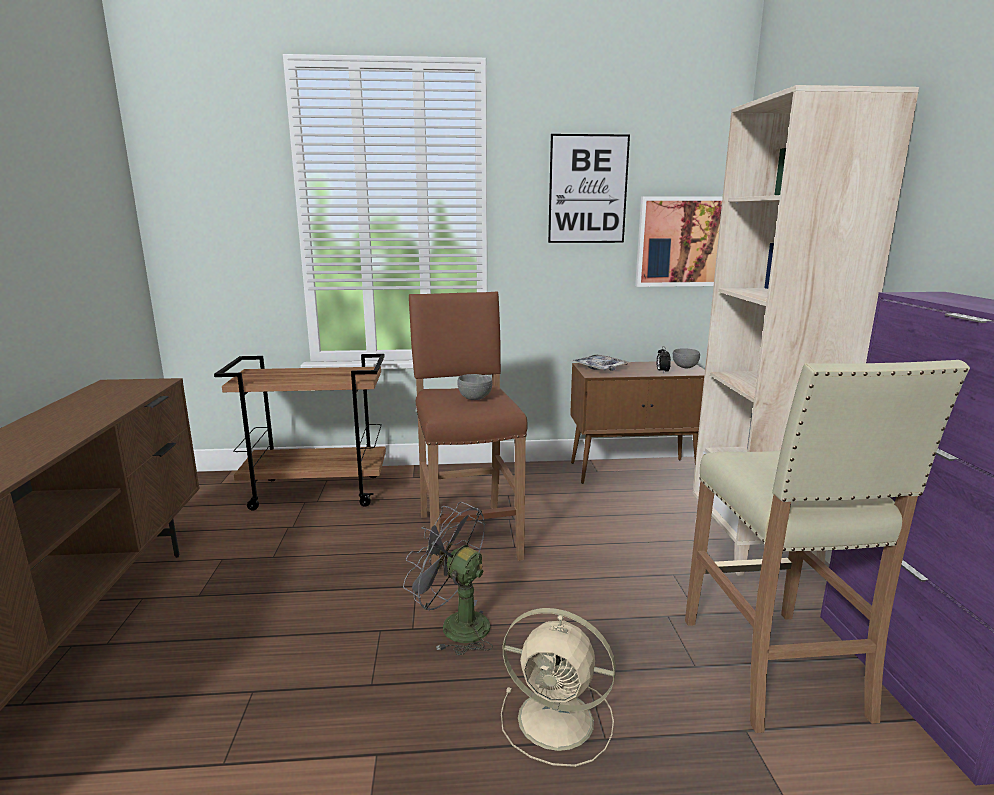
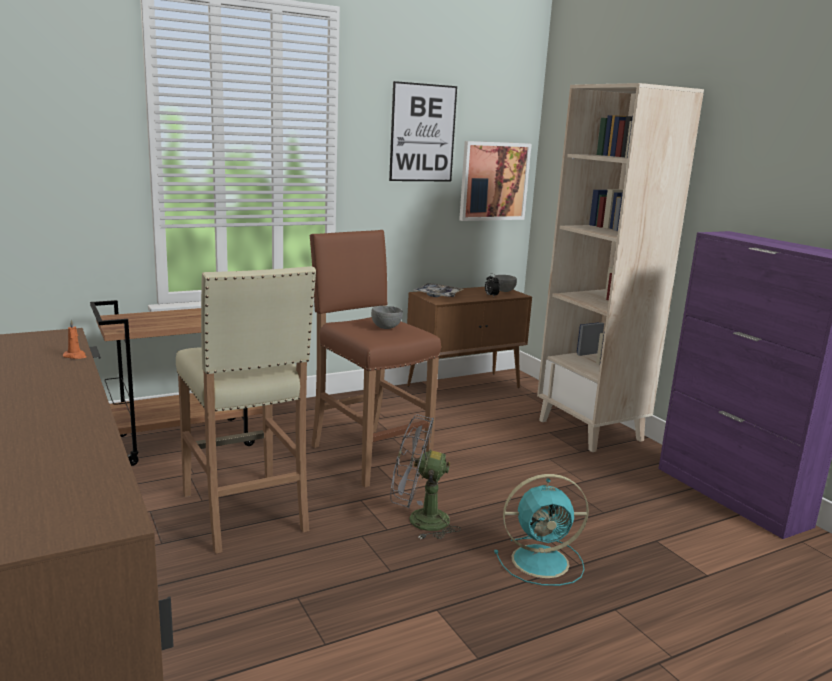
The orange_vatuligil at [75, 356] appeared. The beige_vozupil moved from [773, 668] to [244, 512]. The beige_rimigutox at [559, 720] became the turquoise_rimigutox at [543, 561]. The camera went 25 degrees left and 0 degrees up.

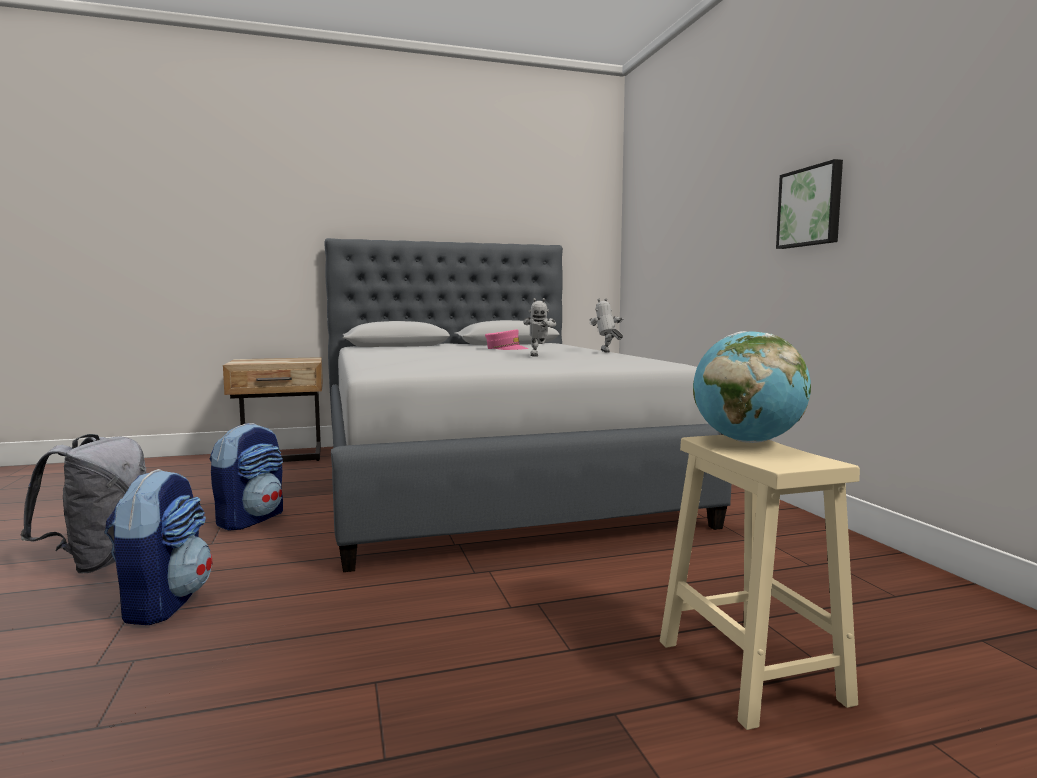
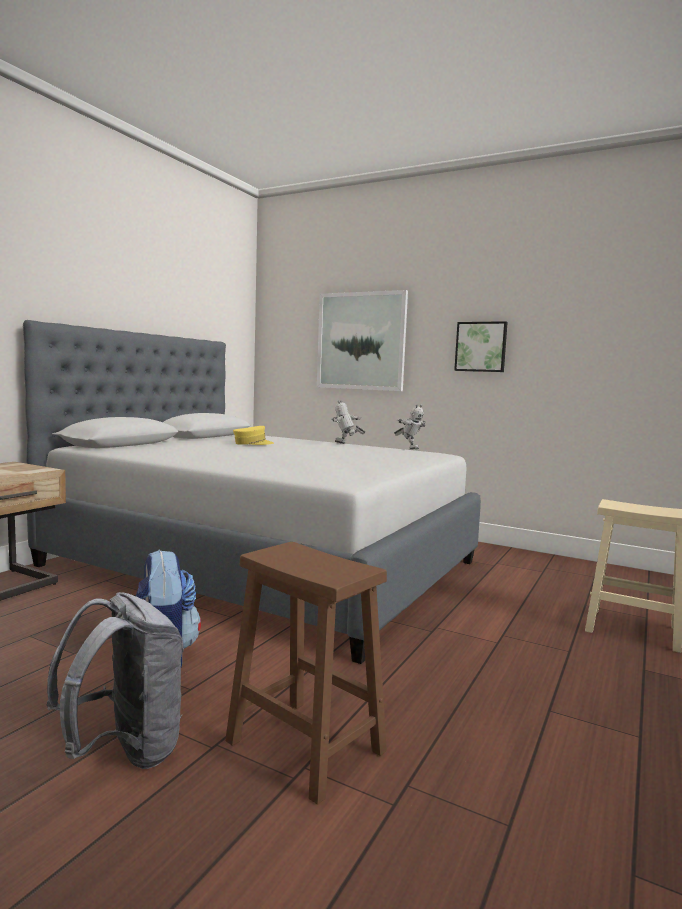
The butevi at [747, 441] disappeared. The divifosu at [361, 341] appeared. The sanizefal moved from [538, 356] to [409, 448]. The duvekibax at [163, 603] was replaced by the brown_vozupil at [303, 745]. The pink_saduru at [506, 349] became the yellow_saduru at [253, 443]. The camera went 45 degrees left and 0 degrees up.

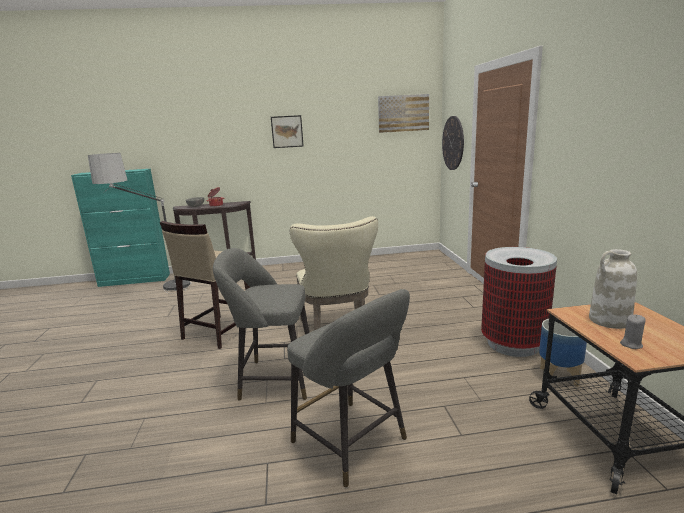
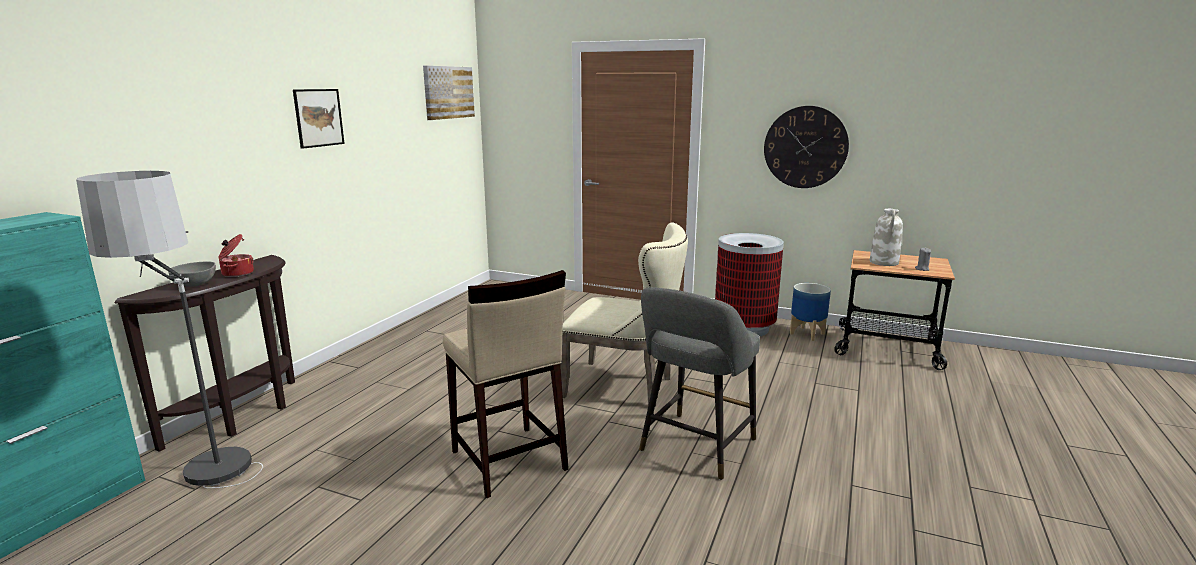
The grey_vozupil at [353, 443] disappeared. The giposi moved from [453, 143] to [805, 147]. The camera went 60 degrees left and 0 degrees up.

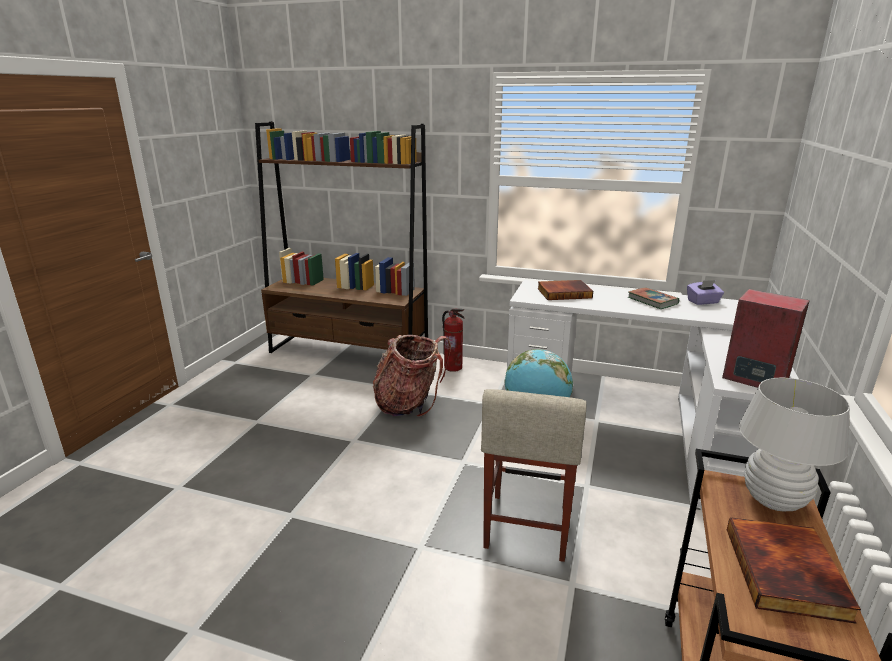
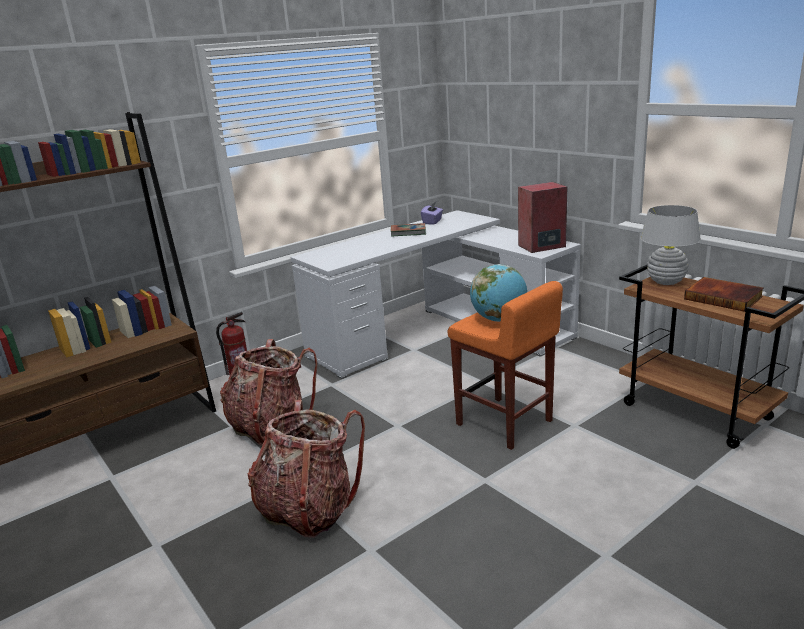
The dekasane at [564, 293] disappeared. The duvekibax at [309, 509] appeared. The beige_vozupil at [526, 527] became the orange_vozupil at [505, 423]. The camera went 55 degrees left and 0 degrees up.

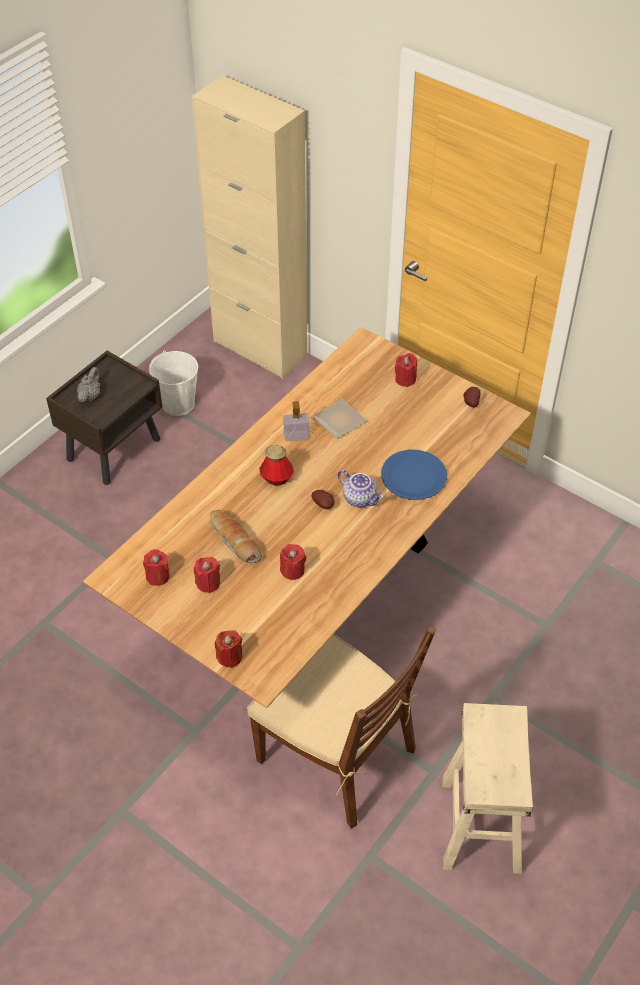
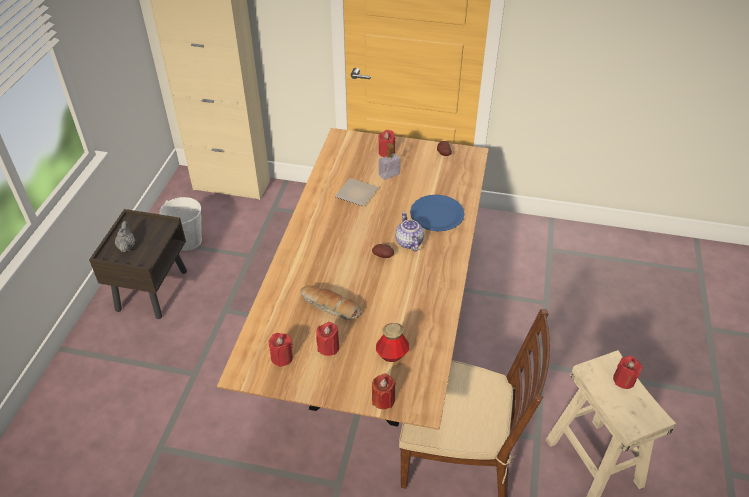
The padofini moved from [276, 478] to [392, 354]. The red_vatuligil moved from [292, 570] to [624, 380]. The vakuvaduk moved from [296, 436] to [389, 174]. The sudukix at [360, 498] turned 120 degrees counterclockwise. The camera went 25 degrees left and 5 degrees down.

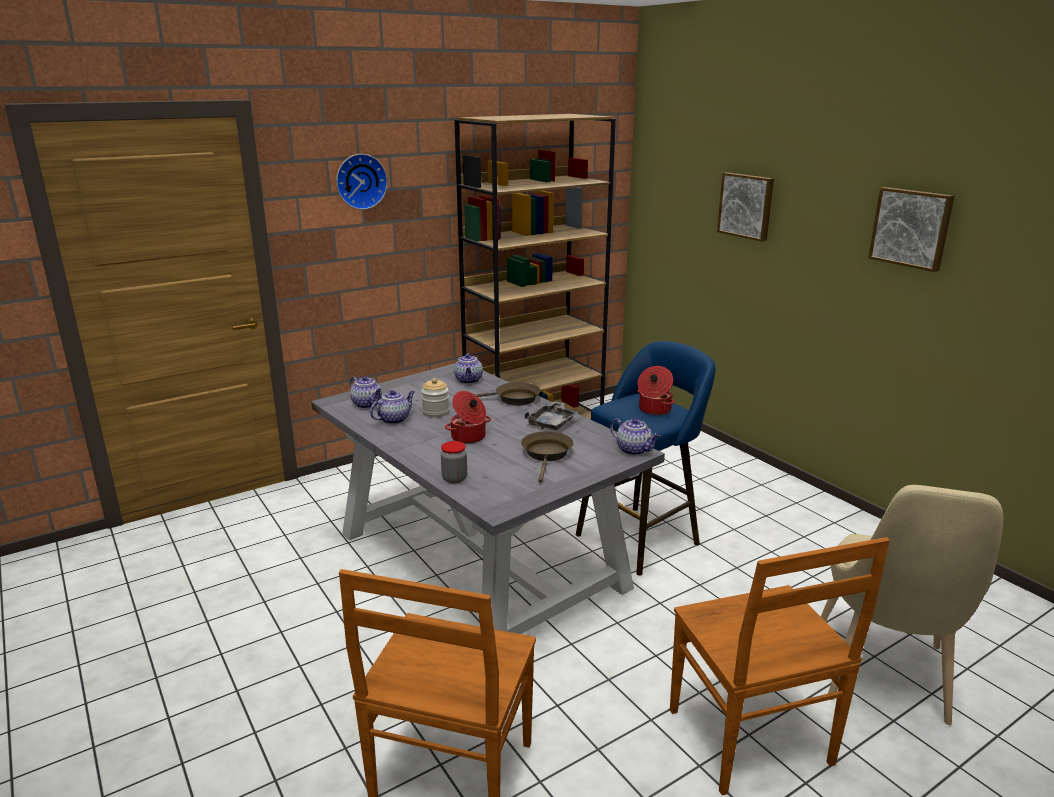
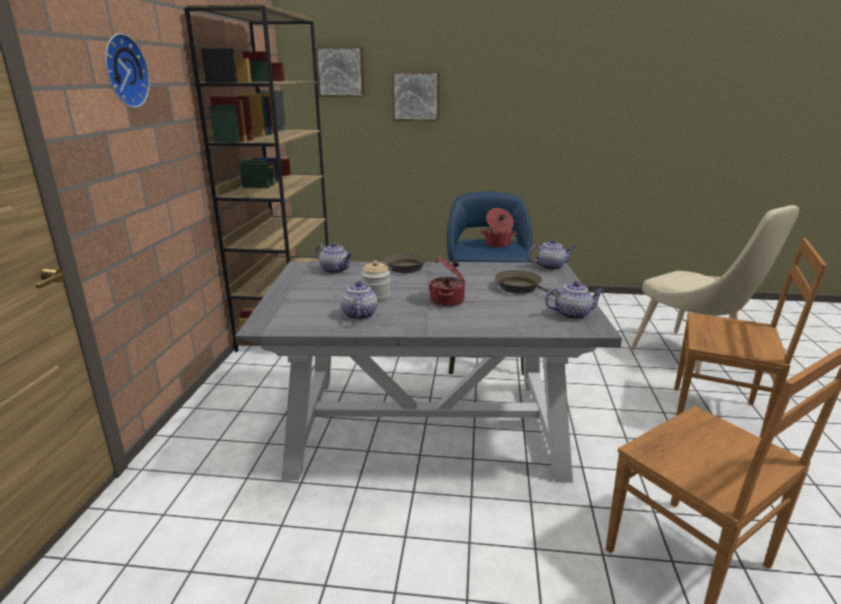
The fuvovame at [454, 479] disappeared. The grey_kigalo at [552, 423] disappeared. The sudukix moved from [367, 404] to [573, 314]. The divifosu moved from [911, 228] to [341, 72]. The camera went 50 degrees left and 0 degrees up.

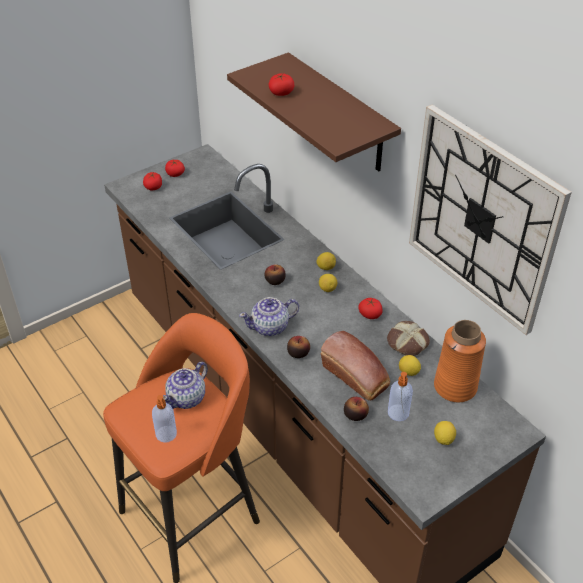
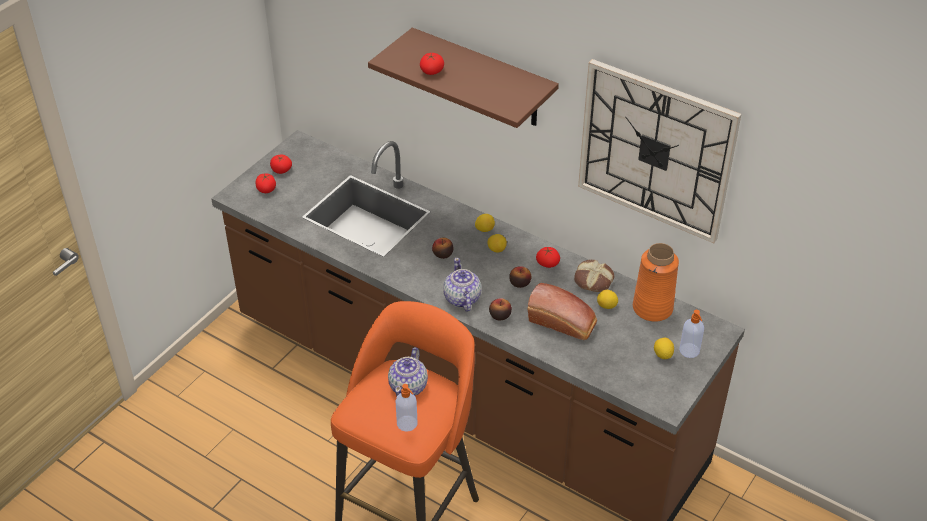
The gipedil moved from [355, 414] to [519, 283]. The vakuvaduk moved from [398, 413] to [689, 351]. The sudukix at [270, 327] turned 120 degrees clockwise. The camera went 20 degrees left and 0 degrees up.

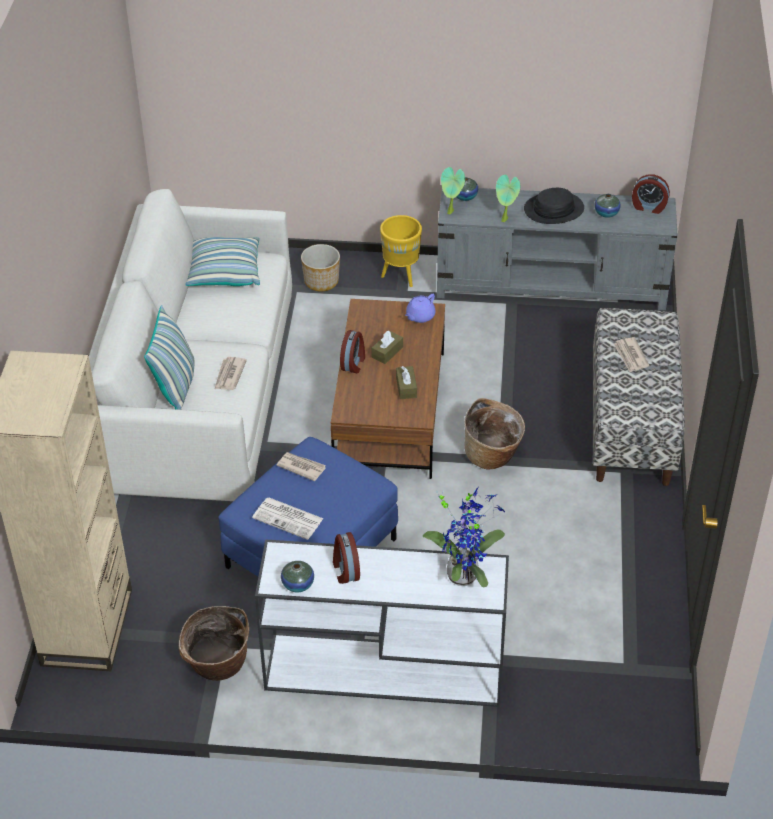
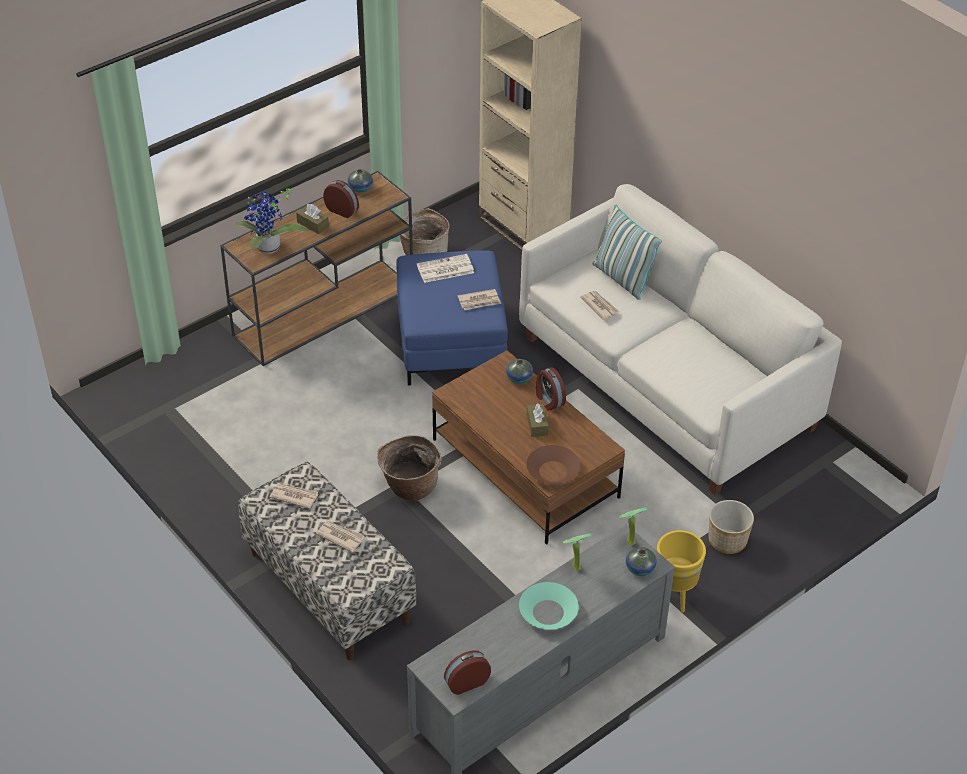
The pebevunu at [224, 272] disappeared. The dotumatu at [294, 496] appeared. The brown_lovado moved from [406, 387] to [313, 224]. The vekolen moved from [606, 213] to [519, 378]. The purple_sudukix at [420, 316] was replaced by the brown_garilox at [552, 471]. The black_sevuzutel at [554, 209] was replaced by the turquoise_garilox at [548, 612]. The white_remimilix at [381, 670] became the brown_remimilix at [325, 310]. The camera went 135 degrees right and 0 degrees up.

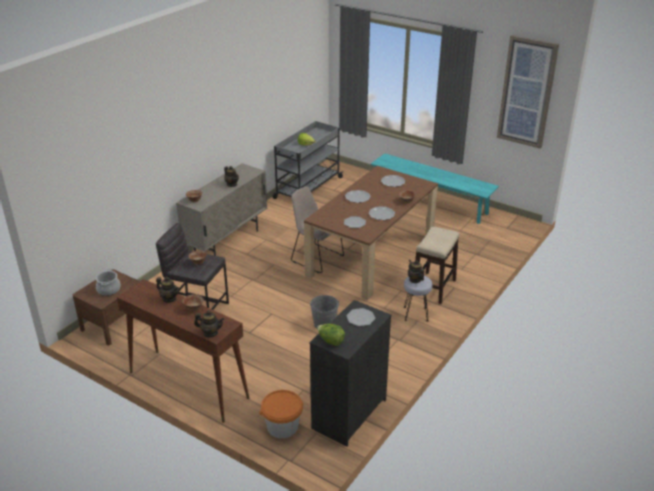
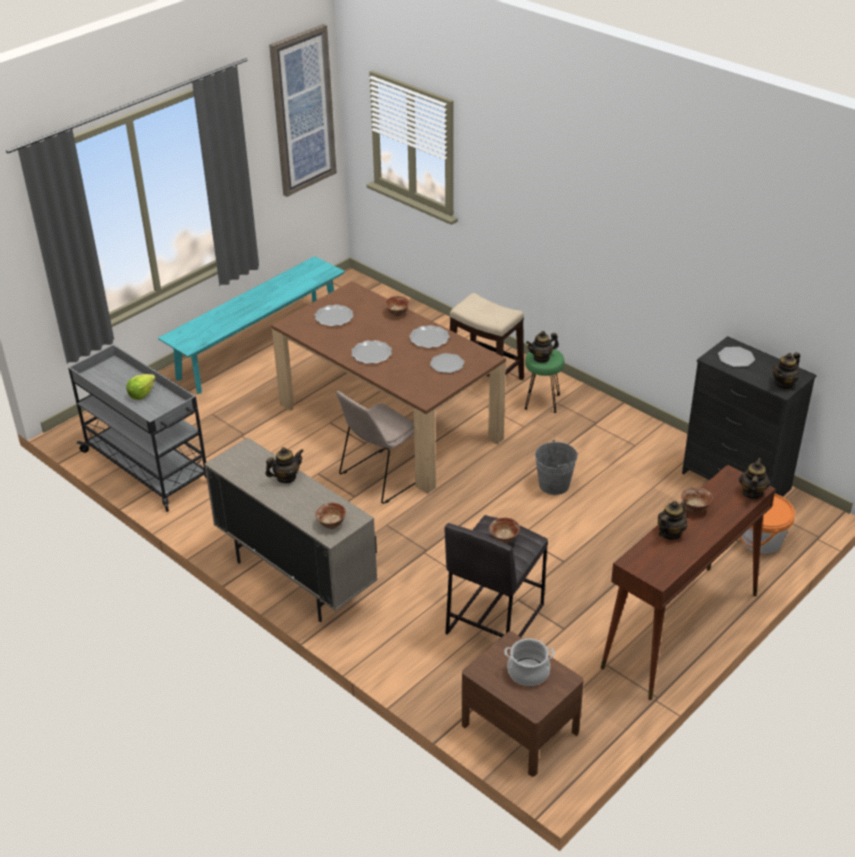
The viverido at [330, 341] was replaced by the sudukix at [784, 384]. The grey_vozupil at [415, 314] became the green_vozupil at [542, 402]. The camera went 80 degrees left and 5 degrees up.

